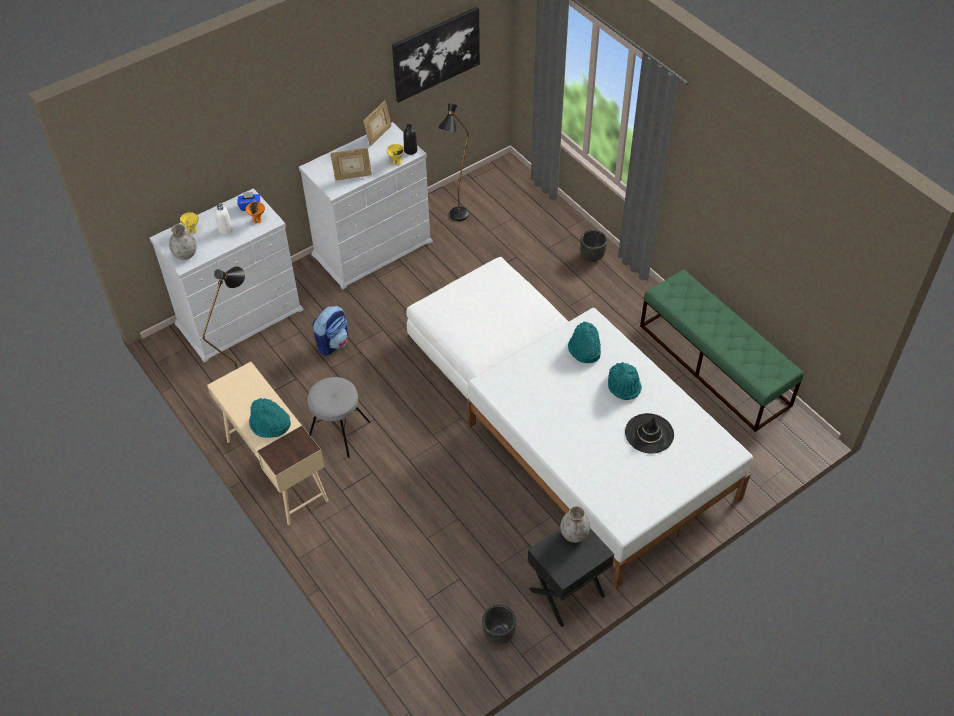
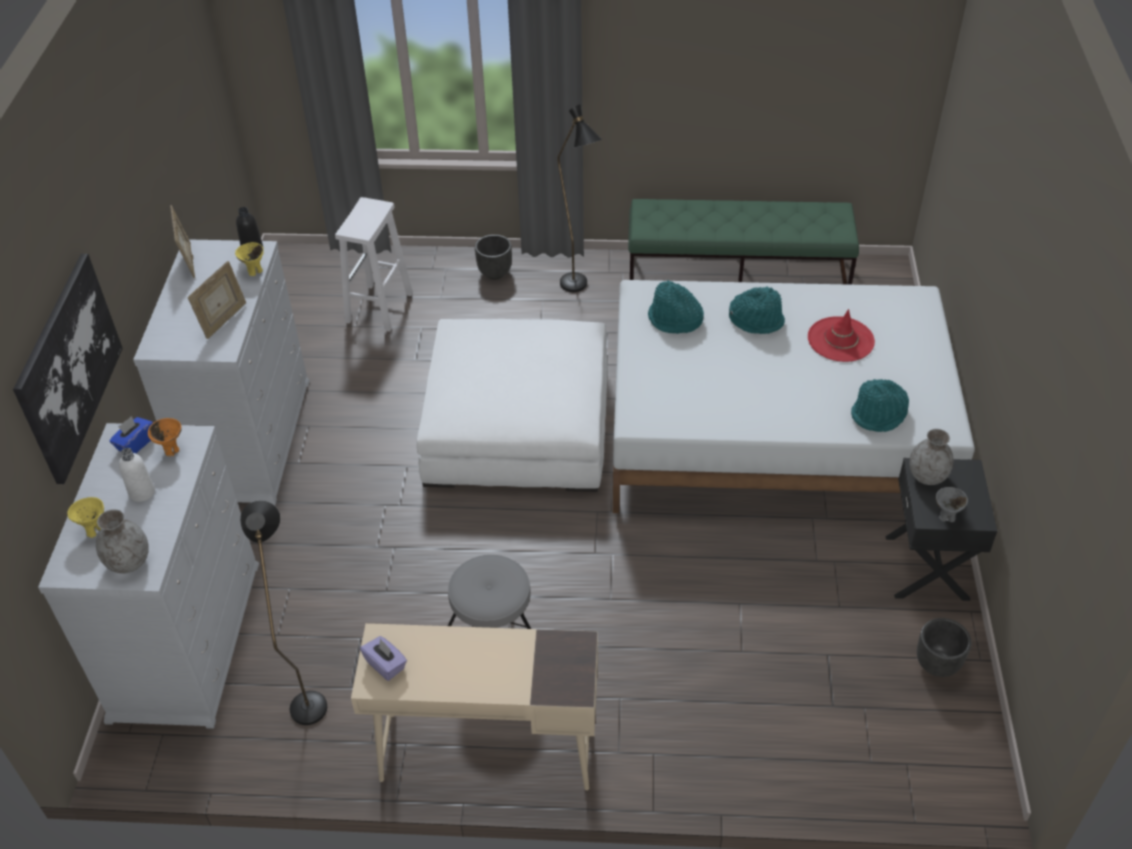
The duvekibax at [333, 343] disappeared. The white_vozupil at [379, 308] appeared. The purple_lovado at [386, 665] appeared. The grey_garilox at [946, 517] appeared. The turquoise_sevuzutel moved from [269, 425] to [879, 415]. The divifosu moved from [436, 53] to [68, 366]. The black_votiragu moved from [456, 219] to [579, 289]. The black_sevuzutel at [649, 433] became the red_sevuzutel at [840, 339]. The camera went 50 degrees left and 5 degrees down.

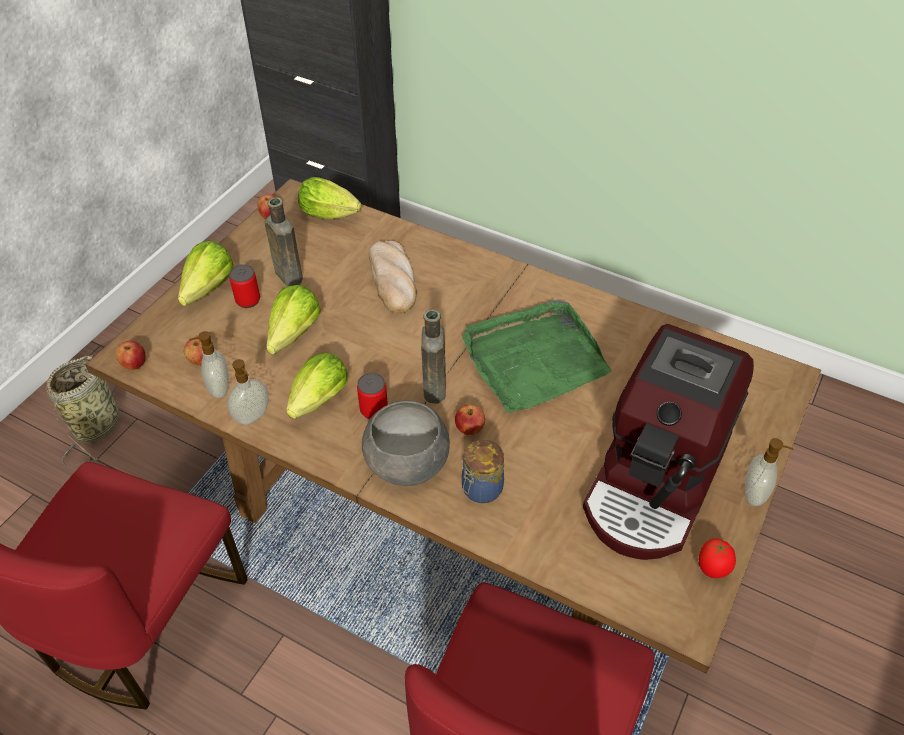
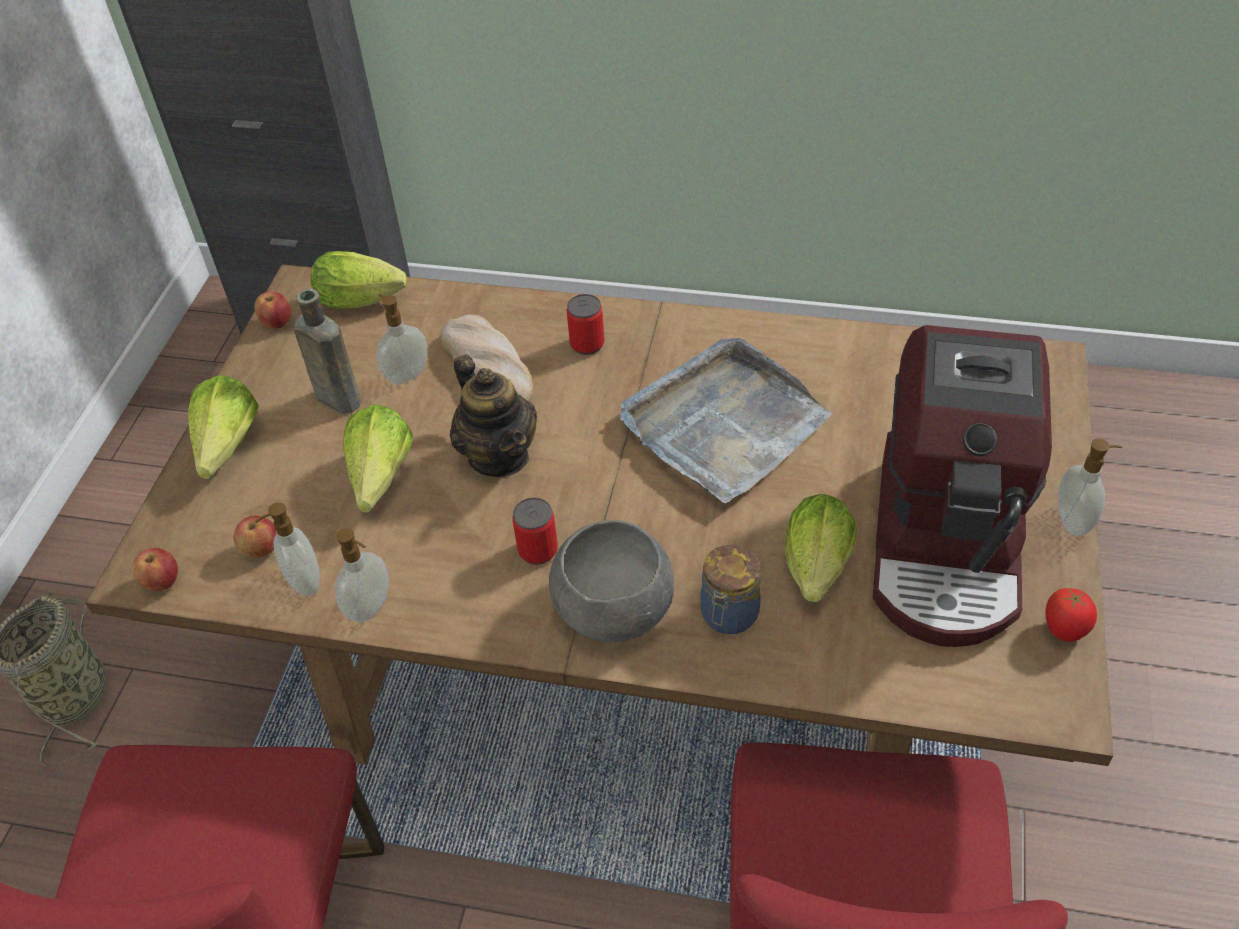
The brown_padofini at [434, 386] disappeared. The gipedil at [469, 429] disappeared. The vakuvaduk at [406, 374] appeared. The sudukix at [499, 456] appeared. The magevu moved from [248, 300] to [587, 344]. The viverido moved from [316, 403] to [816, 571]. The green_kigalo at [533, 359] became the grey_kigalo at [723, 424]. The camera went 15 degrees left and 0 degrees up.

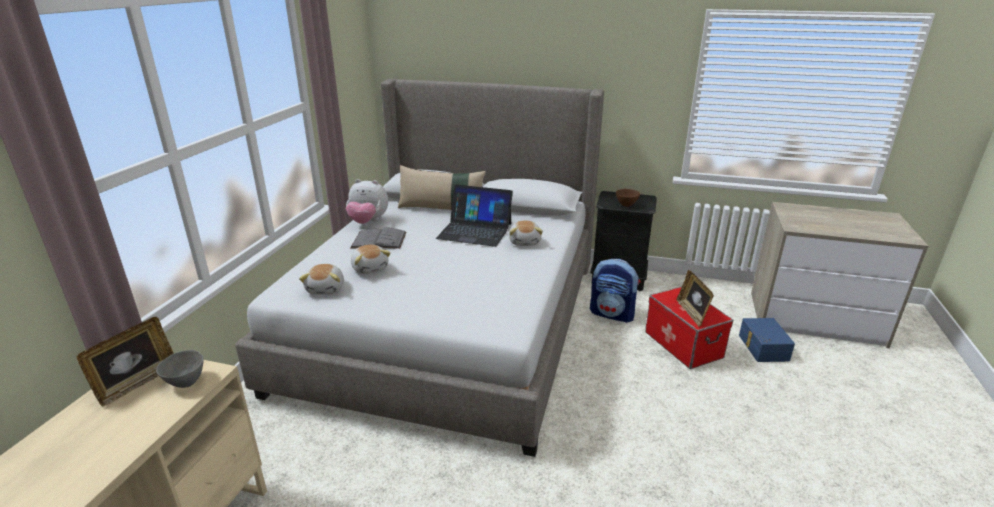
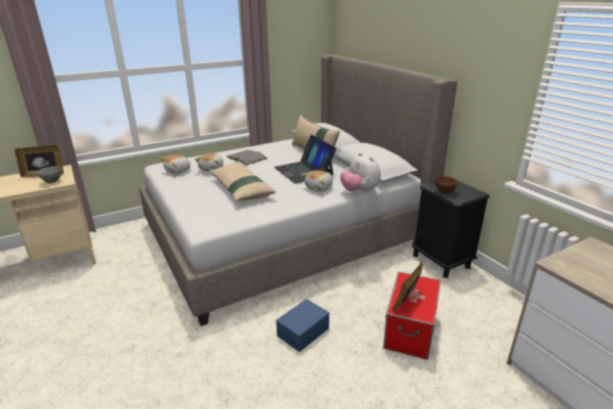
The duvekibax at [612, 314] disappeared. The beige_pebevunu at [241, 189] appeared. The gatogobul moved from [368, 222] to [359, 191]. The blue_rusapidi moved from [762, 348] to [302, 331]. The camera went 45 degrees right and 0 degrees up.

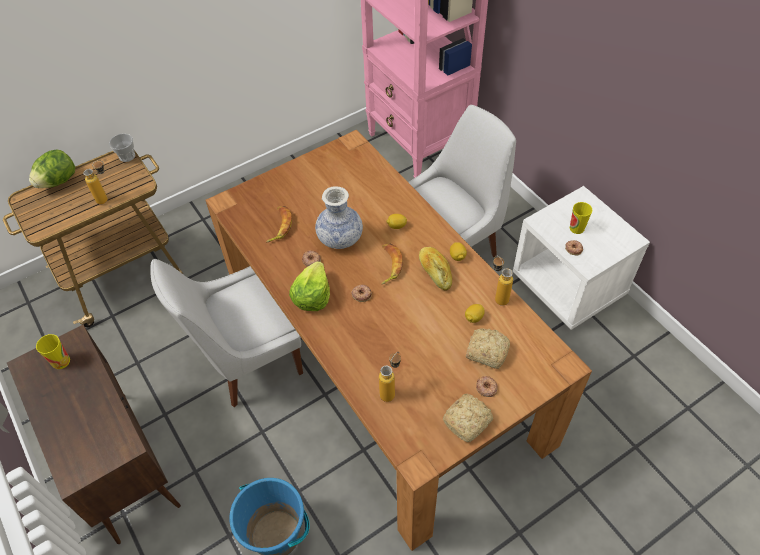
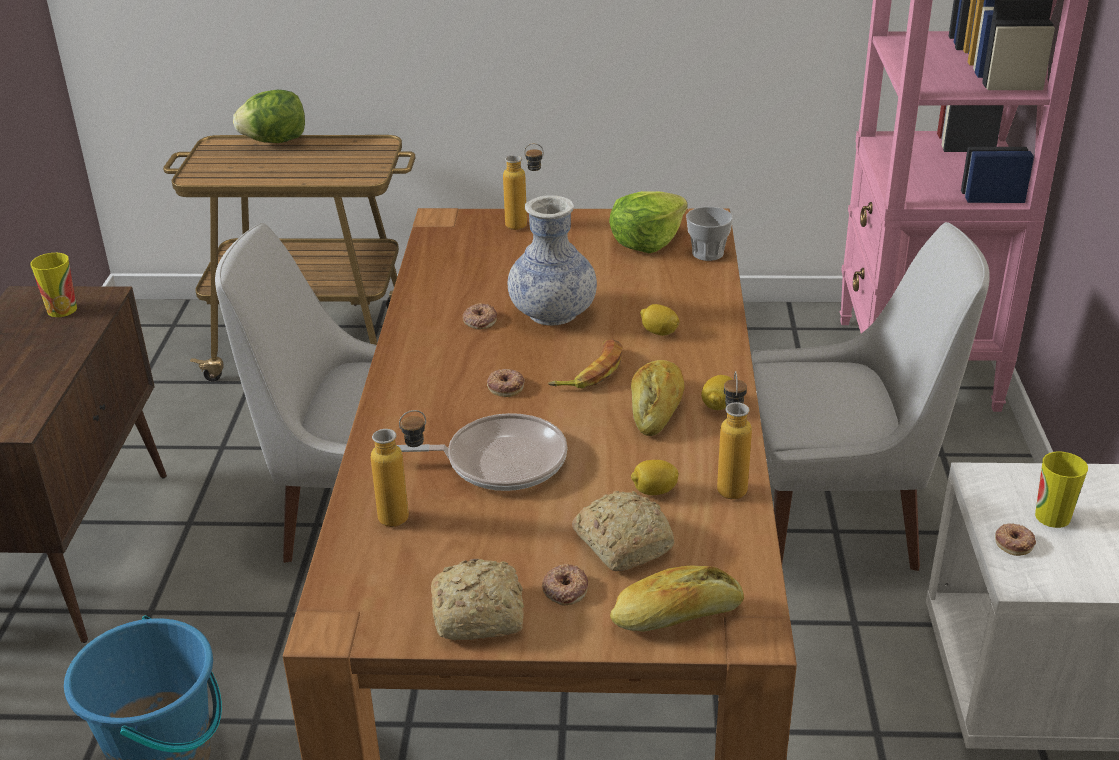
The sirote at [279, 226] disappeared. The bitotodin at [499, 461] appeared. The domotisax at [677, 616] appeared. The padofini moved from [107, 198] to [525, 226]. The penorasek moved from [127, 156] to [707, 253]. The viverido moved from [312, 296] to [647, 241]. The camera went 35 degrees right and 20 degrees down.

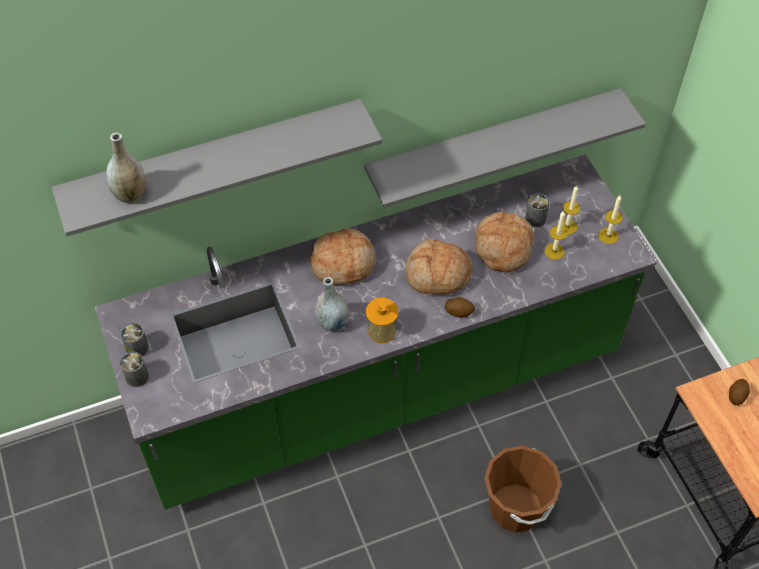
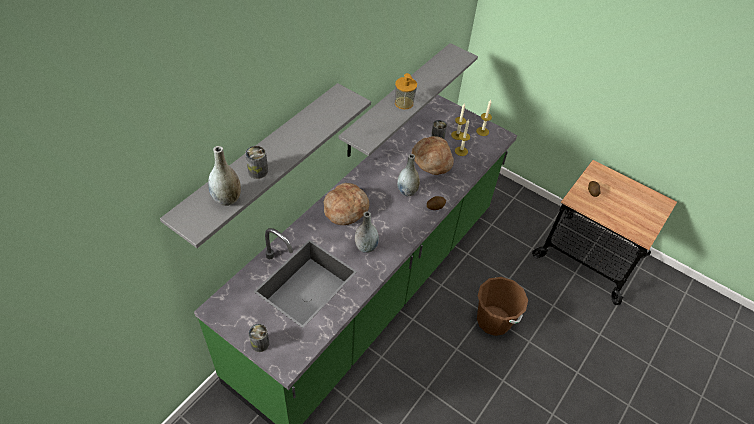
The magevu moved from [137, 348] to [258, 171]. The vakuvaduk moved from [382, 331] to [404, 103]. The domotisax at [437, 275] was replaced by the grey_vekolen at [407, 191]. The camera went 35 degrees left and 5 degrees down.

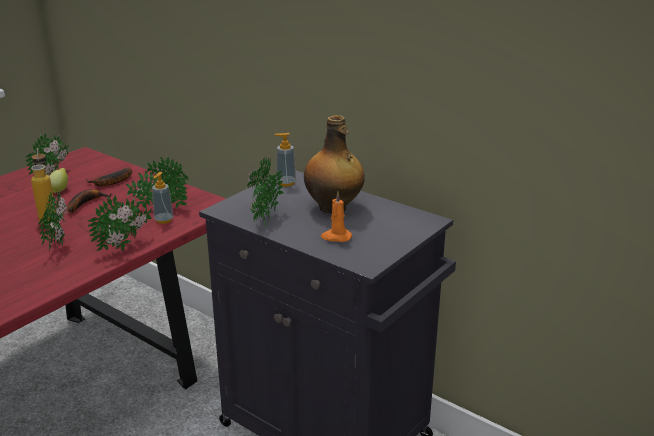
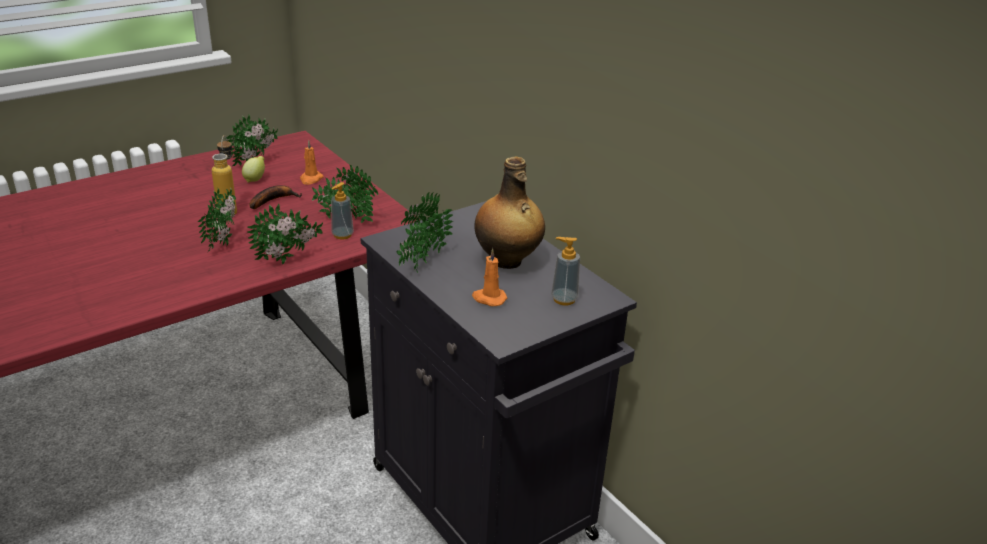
The vakuvaduk moved from [286, 183] to [564, 299]. The sirote at [111, 182] was replaced by the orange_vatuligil at [311, 179]. The camera went 15 degrees right and 5 degrees up.

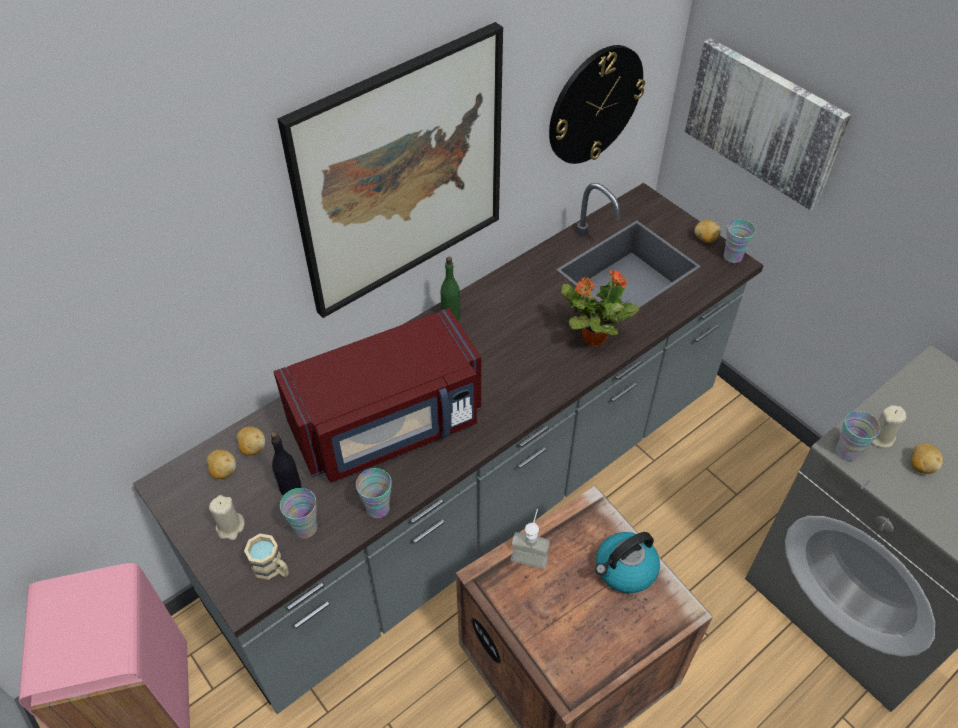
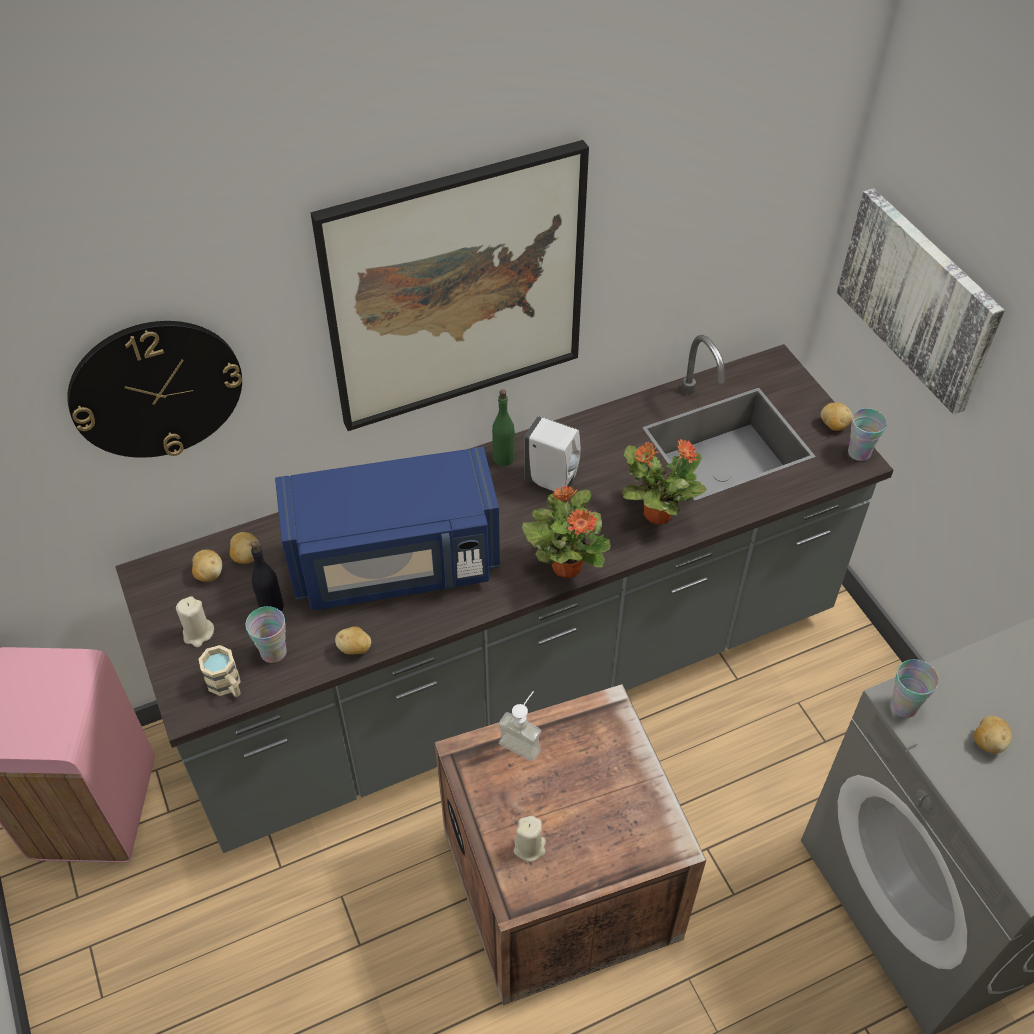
The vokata at [624, 570] disappeared. The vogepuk at [566, 565] appeared. The white_vakuvaduk at [553, 481] appeared. The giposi moved from [595, 105] to [156, 389]. The beige_vatuligil moved from [881, 437] to [529, 847]. The penorasek at [378, 508] was replaced by the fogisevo at [355, 649]. The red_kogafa at [389, 426] became the blue_kogafa at [395, 564]. The camera went 15 degrees right and 0 degrees up.

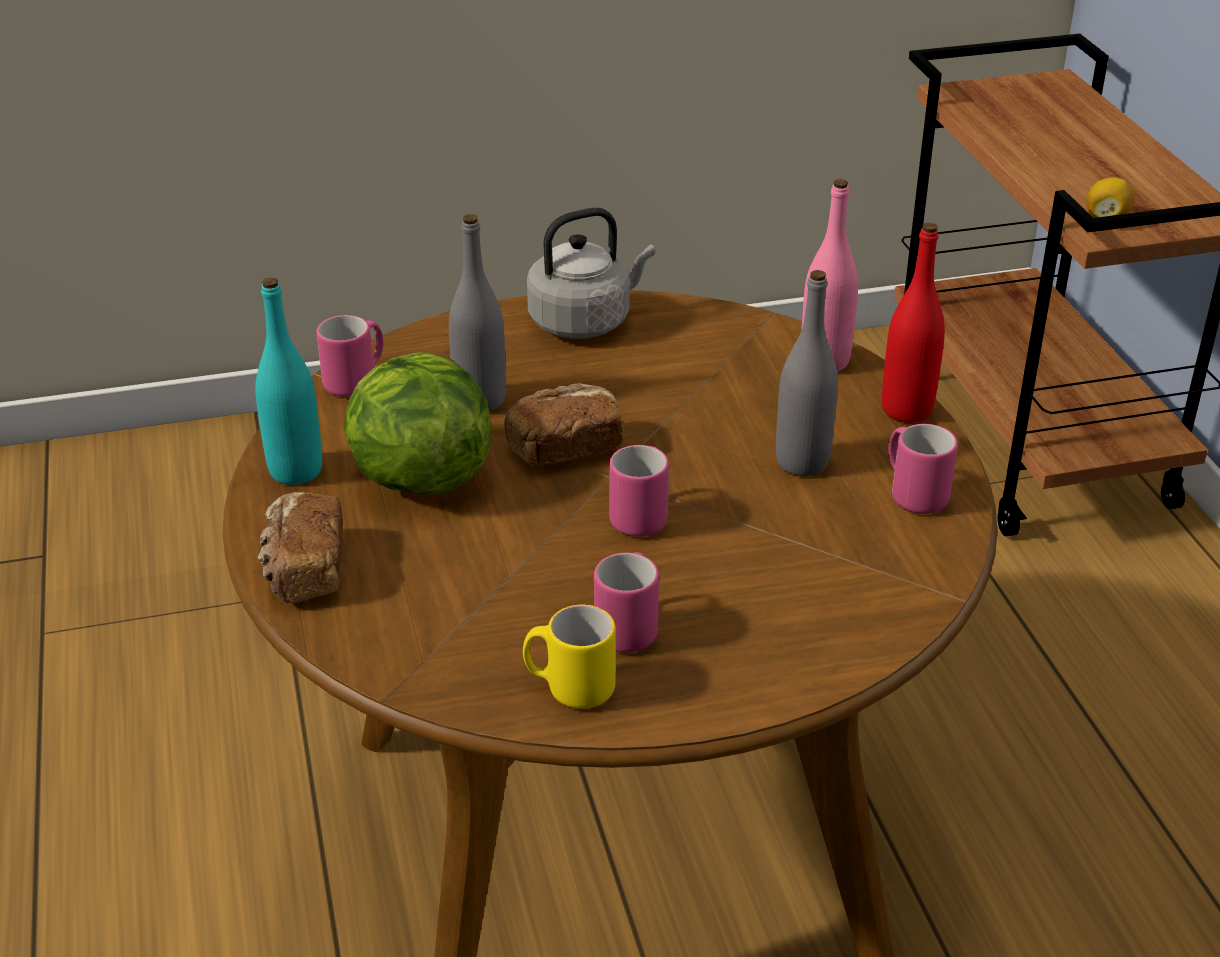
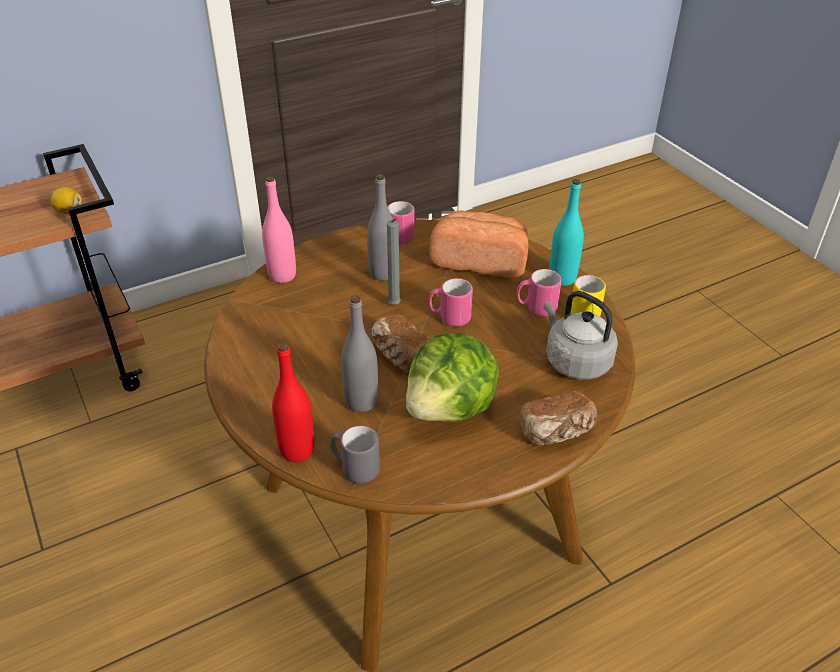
The grey_vatuligil at [394, 306] appeared. The domotisax at [480, 260] appeared. The turquoise_padofini moved from [295, 471] to [562, 278]. The grey_vokata moved from [585, 321] to [575, 361]. The red_padofini moved from [906, 410] to [297, 450]. The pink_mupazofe at [357, 381] became the grey_mupazofe at [355, 468]. The camera went 105 degrees left and 5 degrees up.

